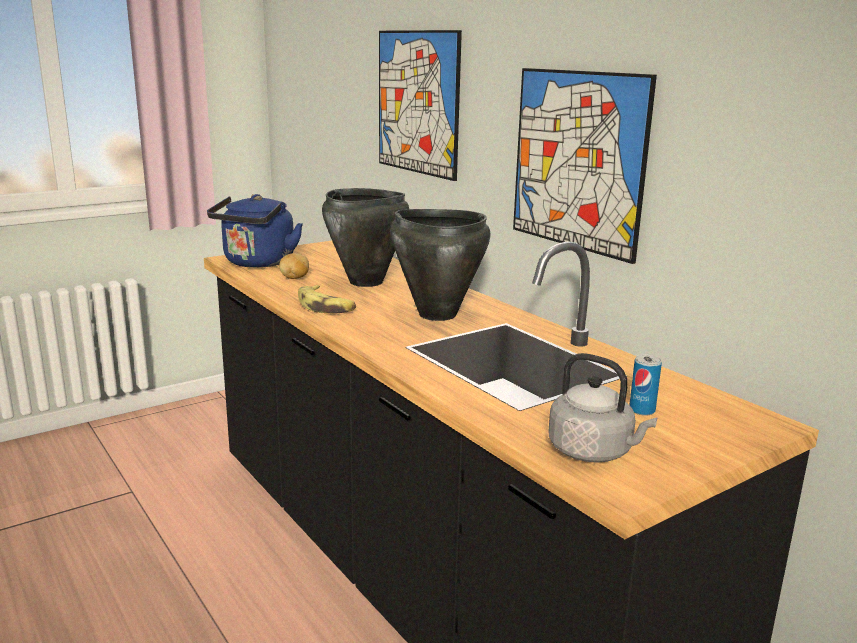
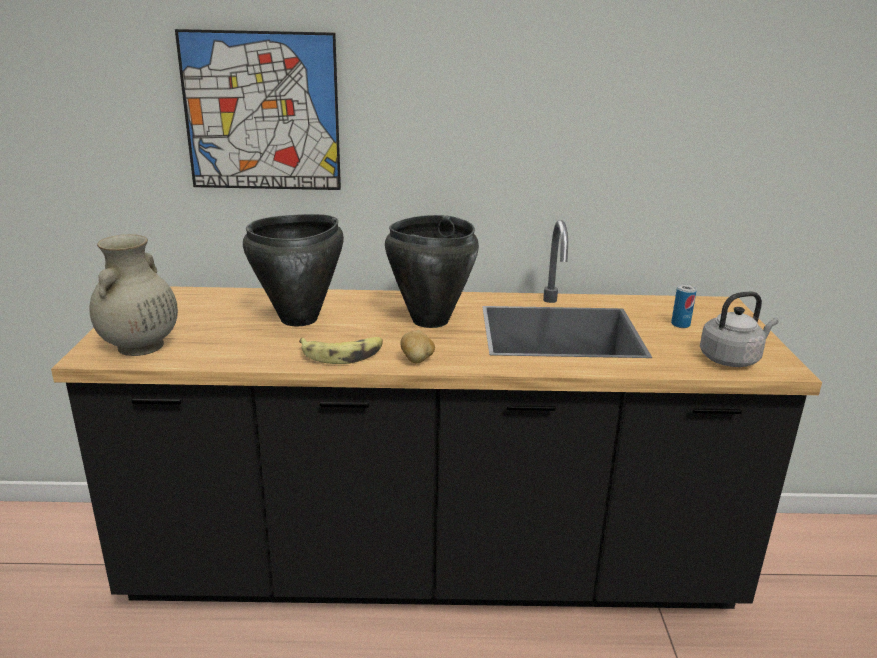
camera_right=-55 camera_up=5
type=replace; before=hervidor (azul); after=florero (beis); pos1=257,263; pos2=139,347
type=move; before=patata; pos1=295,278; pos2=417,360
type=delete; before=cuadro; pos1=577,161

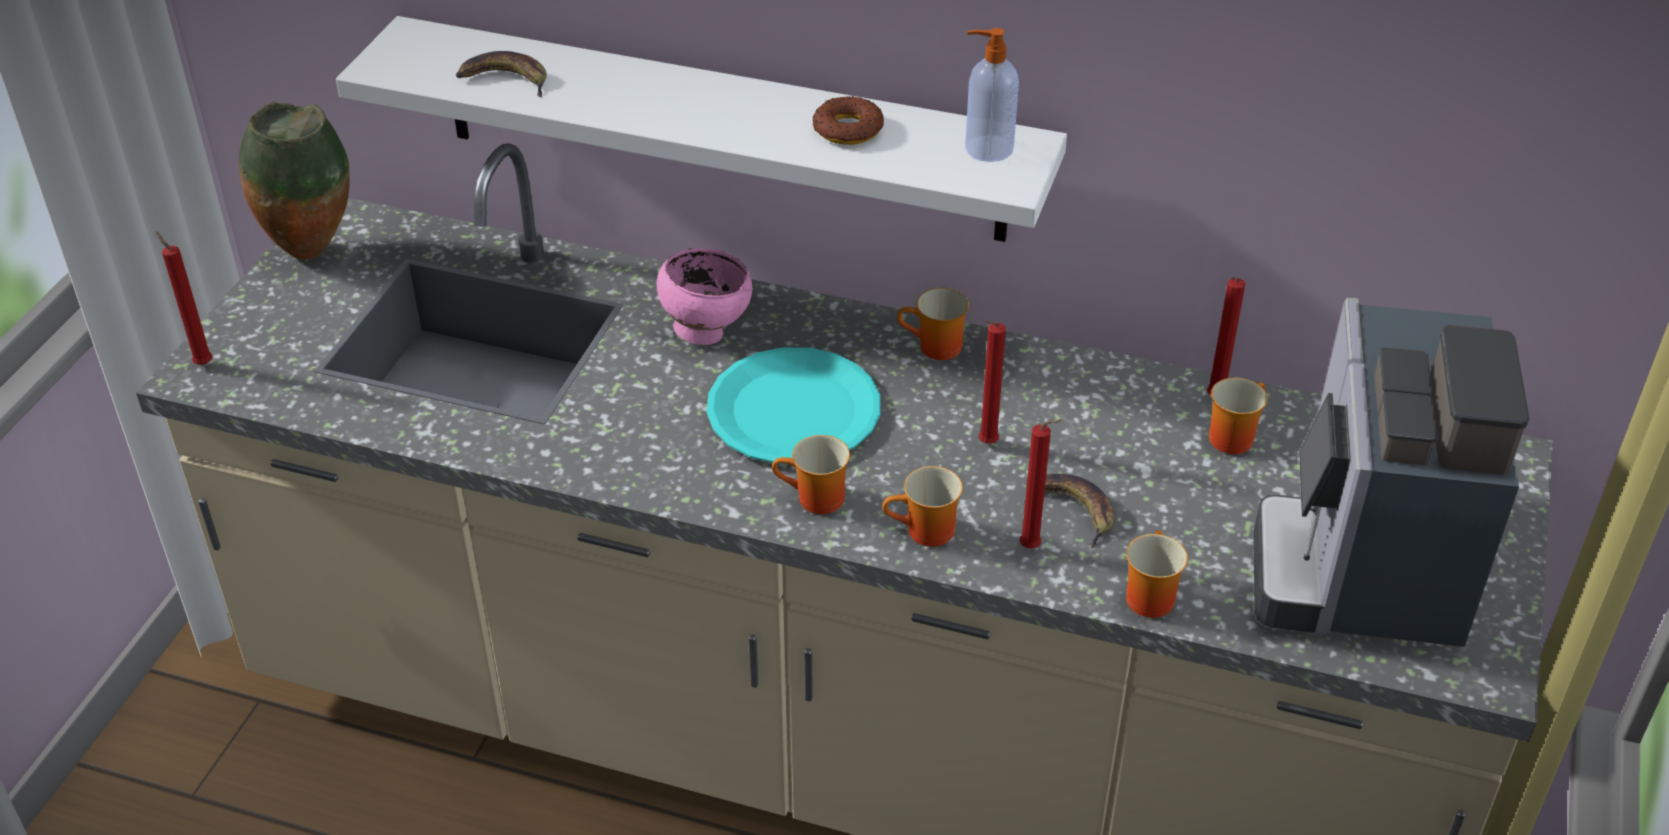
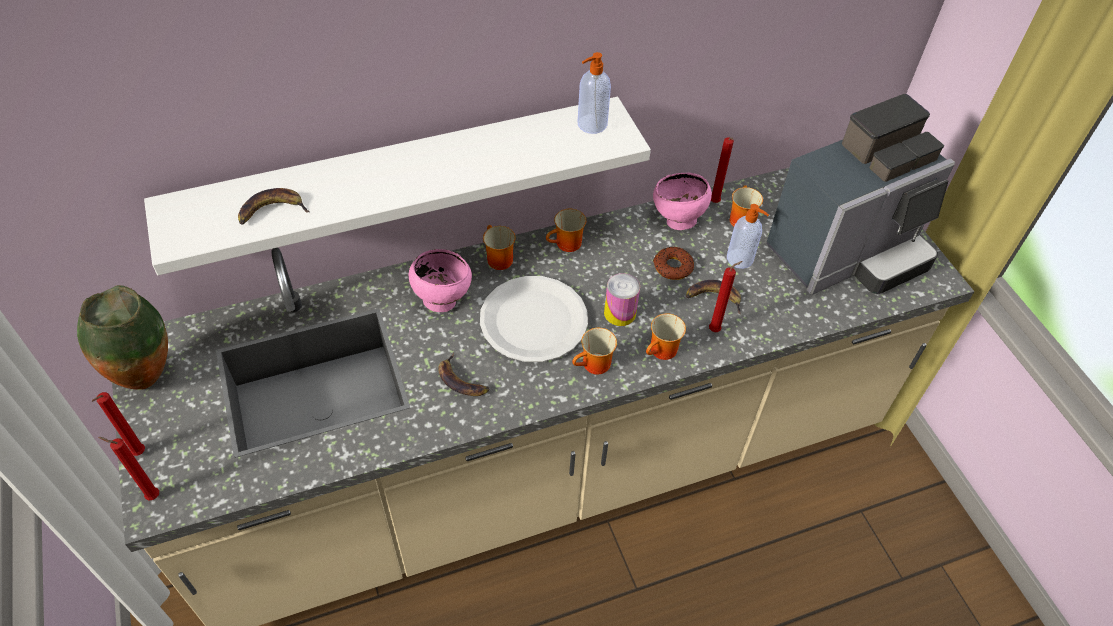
camera_right=-40 camera_up=10
type=move; before=vela (rojo); pos1=985,444; pos2=138,454
type=insert; after=plátano; pos2=462,380
type=recolor; before=plato (turquesa); after=plato (blanco); pos1=794,410; pos2=533,320
type=move; before=taza grande; pos1=1146,595; pos2=496,259
type=insert; after=lata; pos2=619,313
type=insert; after=cuenco (rosa); pos2=677,221
type=move; before=rosquilla; pos1=847,129; pos2=672,267
type=insert; after=dispensador de jabón; pos2=740,259
type=rotate; before=cafetera; pos1=1362,562; pos2=848,253; turn=-90

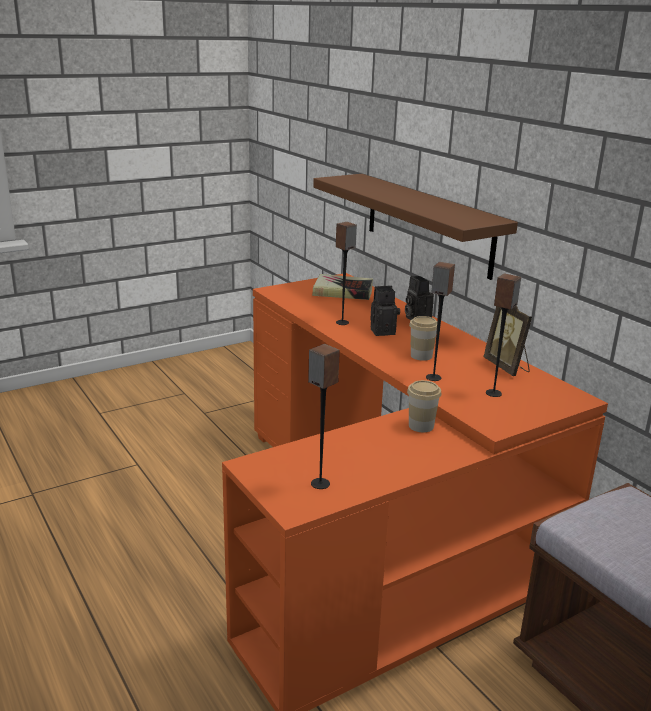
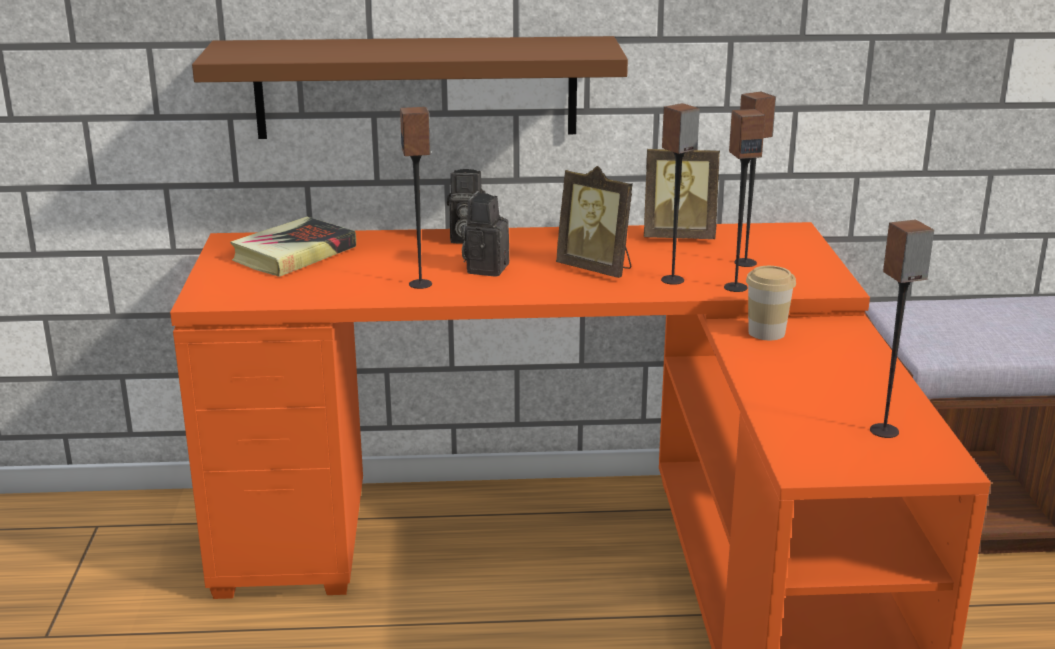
camera_right=-60 camera_up=0
type=replace; before=taza; after=portarretratos; pos1=421,356; pos2=597,269
type=insert; after=altavoz; pos2=735,287

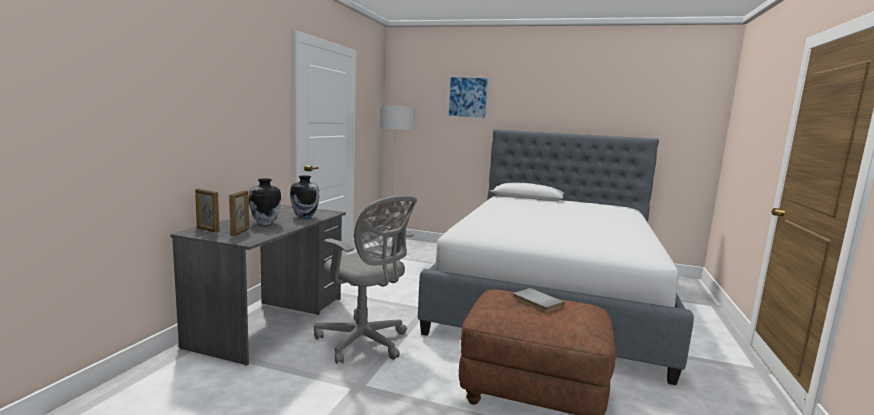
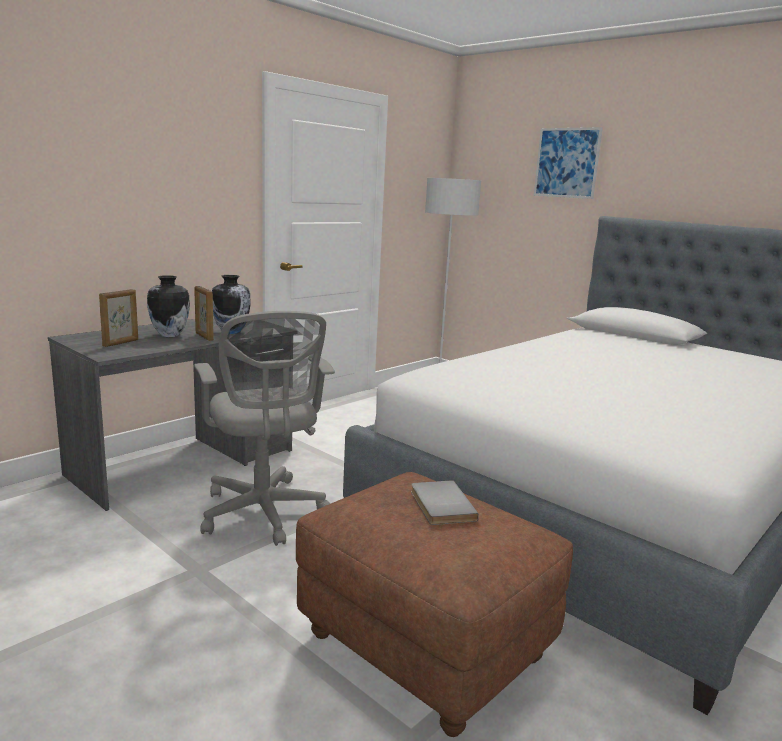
camera_right=25 camera_up=5
type=move; before=portarretratos; pos1=207,230; pos2=204,337

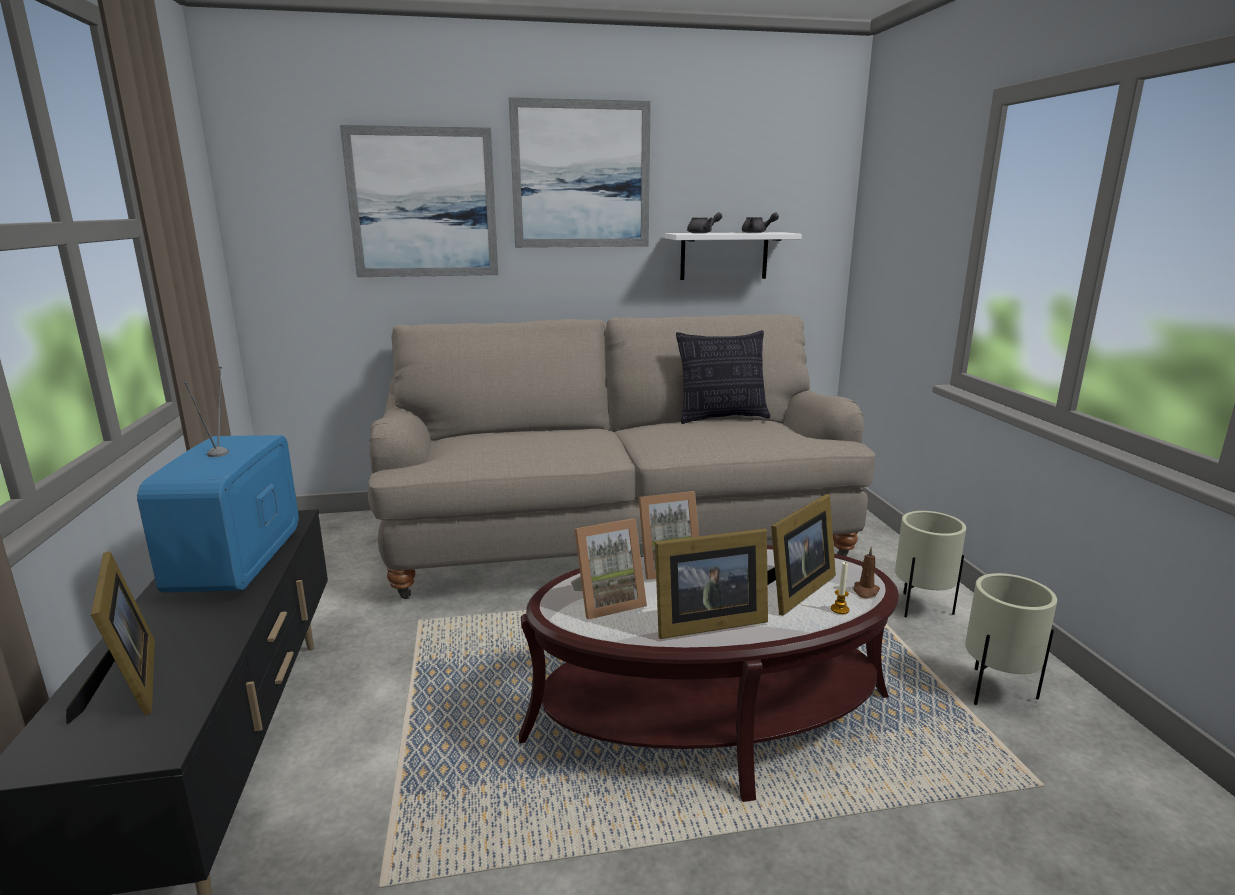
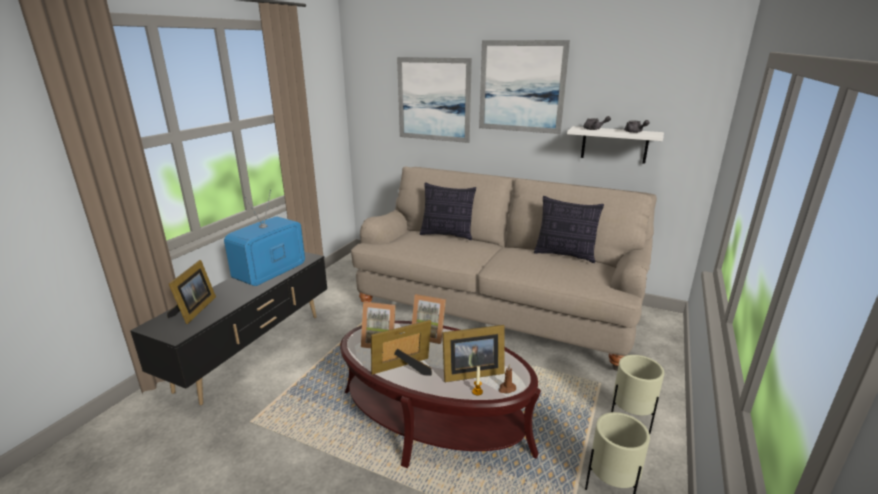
camera_right=35 camera_up=5
type=rotate; before=portarretratos; pos1=704,622; pos2=405,369; turn=135
type=insert; after=cojín; pos2=447,235

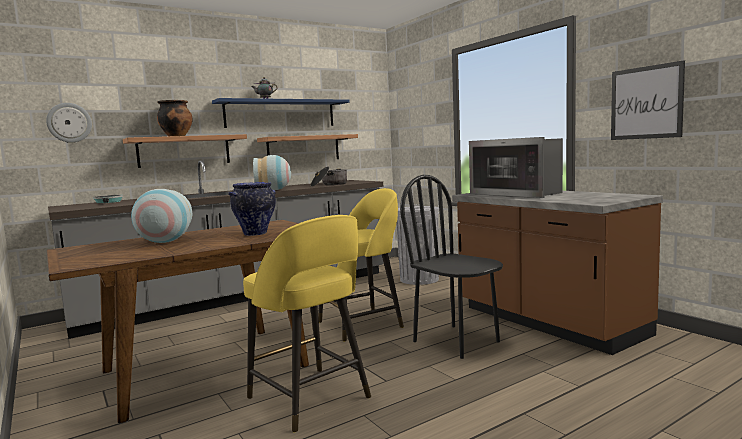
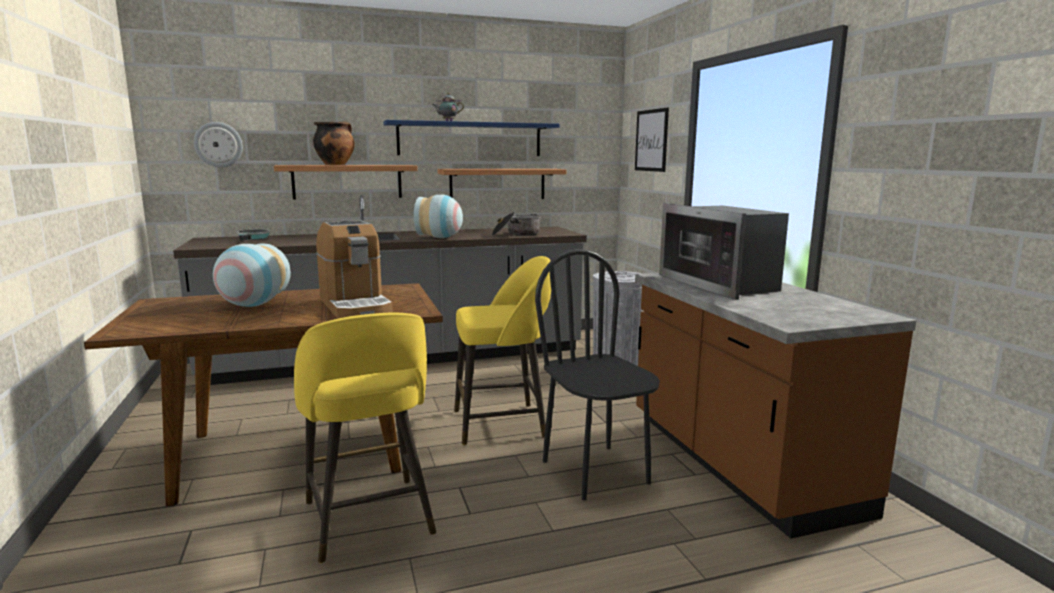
camera_right=15 camera_up=5
type=replace; before=florero; after=cafetera; pos1=256,234; pos2=355,306
type=move; before=cuadro; pos1=646,102; pos2=651,140

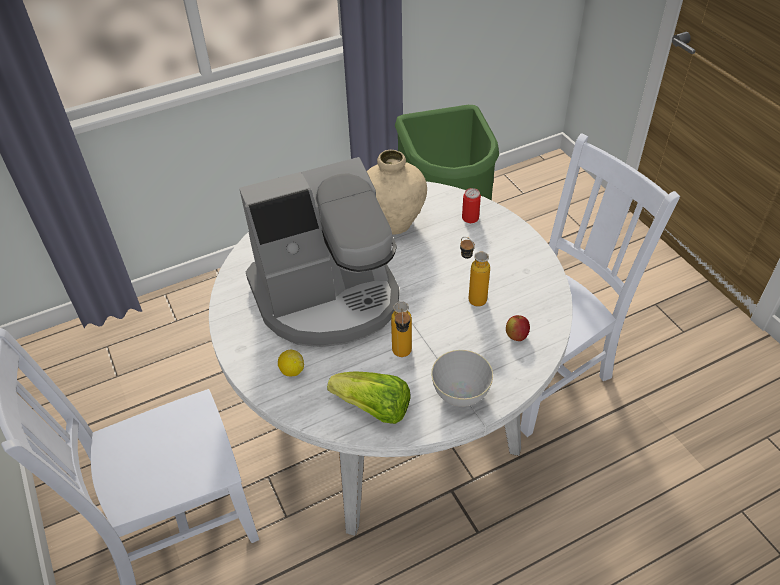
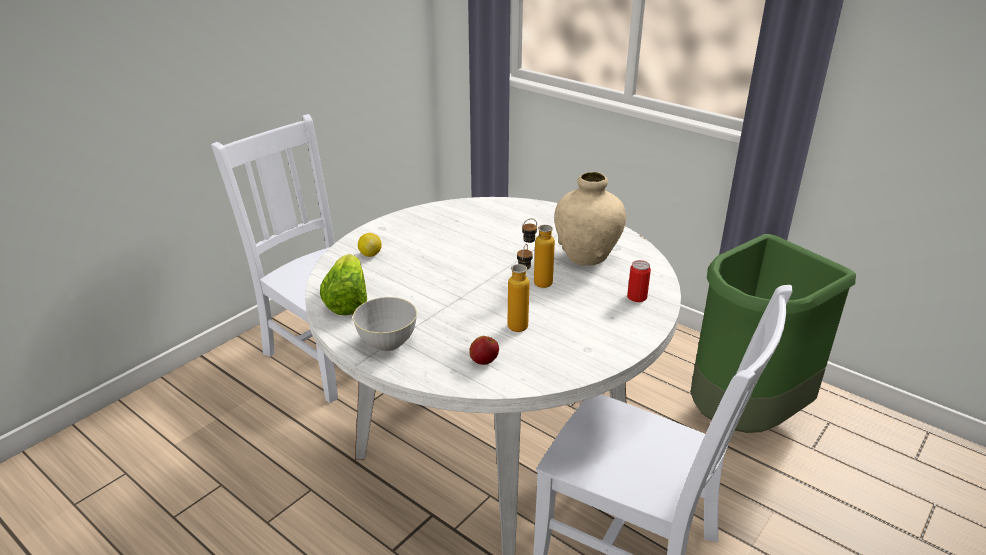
camera_right=65 camera_up=-15
type=move; before=botella; pos1=402,357; pos2=536,285
type=delete; before=cafetera; pos1=328,297

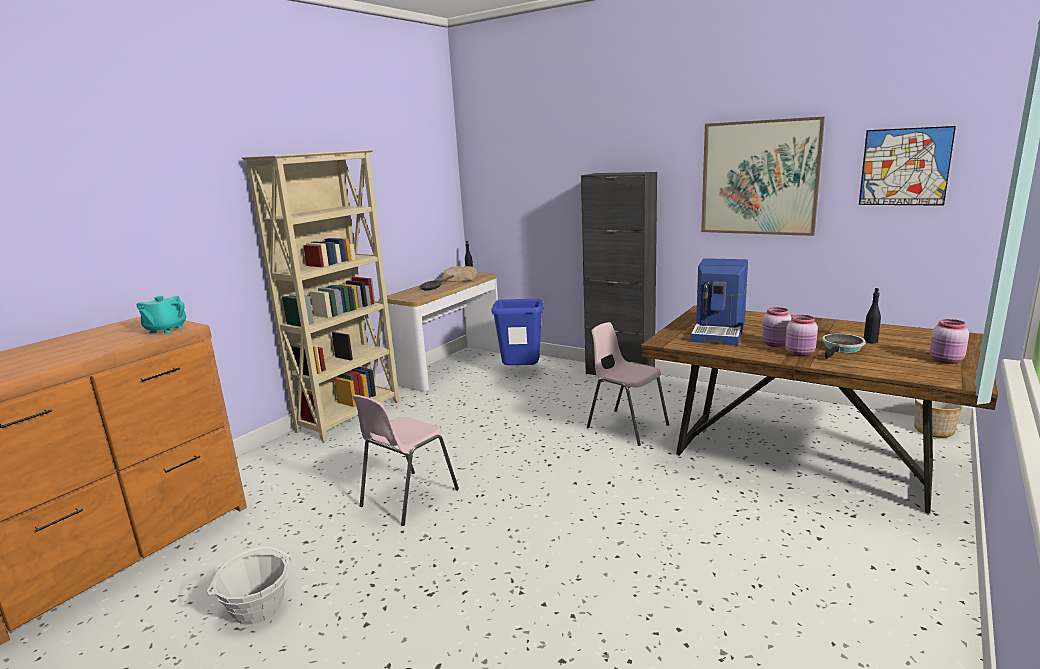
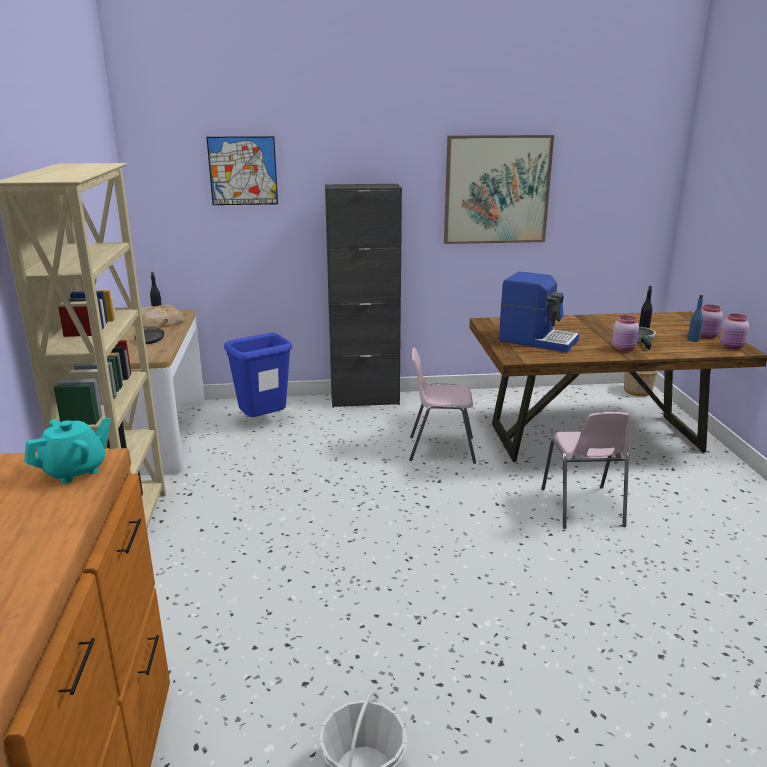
camera_right=-40 camera_up=5
type=rotate; before=tetera (turquesa); pos1=166,329; pos2=75,471; turn=-105
type=move; before=cuadro; pos1=904,167; pos2=243,171
type=rotate; before=cafetera; pos1=719,332; pos2=537,340; turn=-45
type=move; before=silla (rosa); pos1=408,498; pos2=582,508
type=insert; after=botella (azul); pos2=693,340
type=move; before=tarro (rosa); pos1=775,344; pos2=732,346

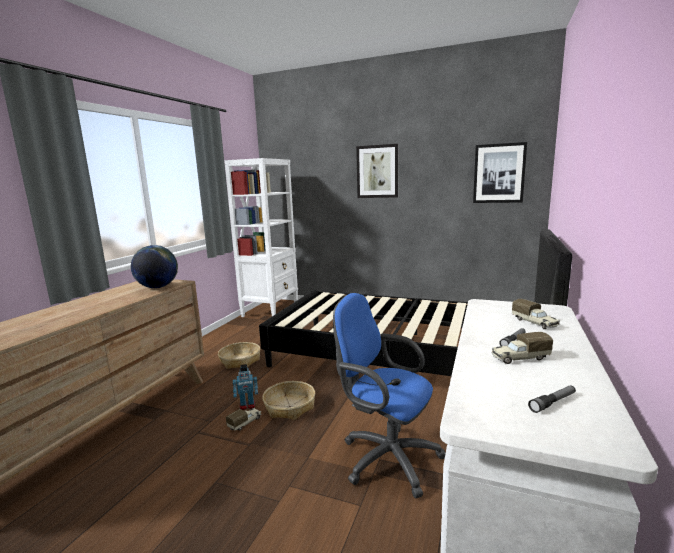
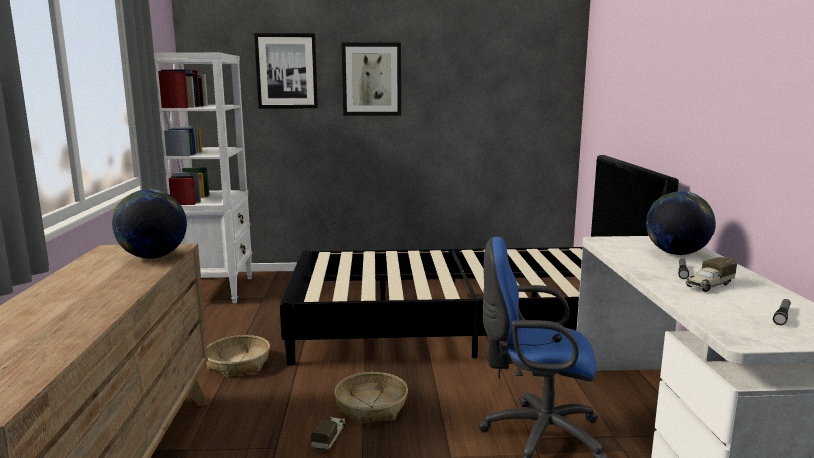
camera_right=-25 camera_up=0
type=move; before=cuadro; pos1=499,173; pos2=286,71
type=replace; before=camión de juguete; after=globo terráqueo; pos1=535,323; pos2=676,254
type=delete; before=robot de juguete; pos1=247,406

